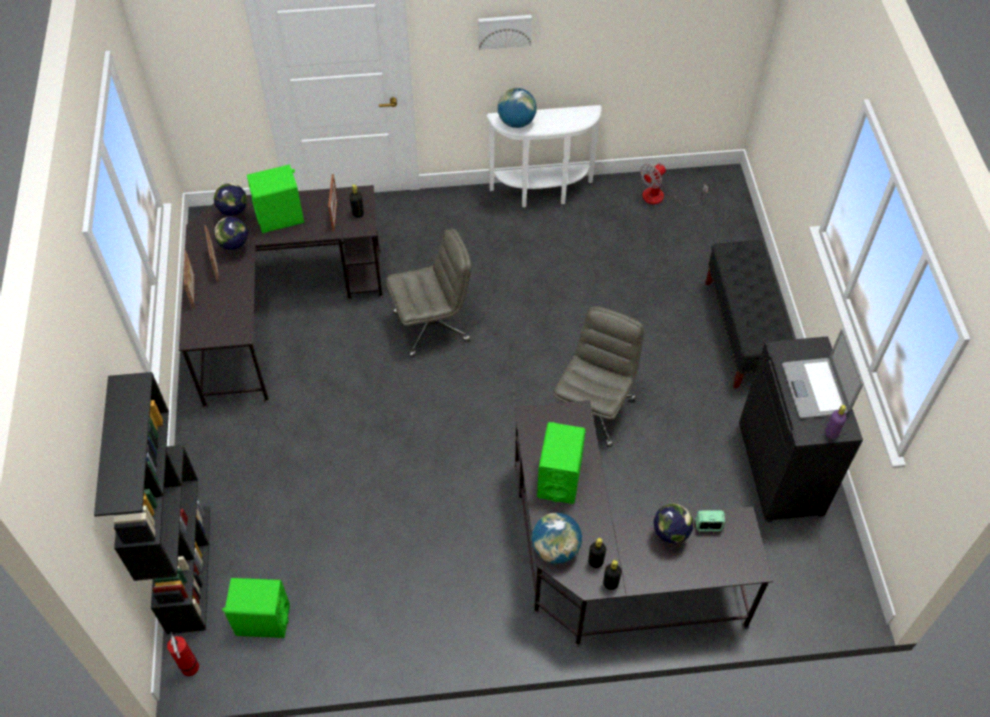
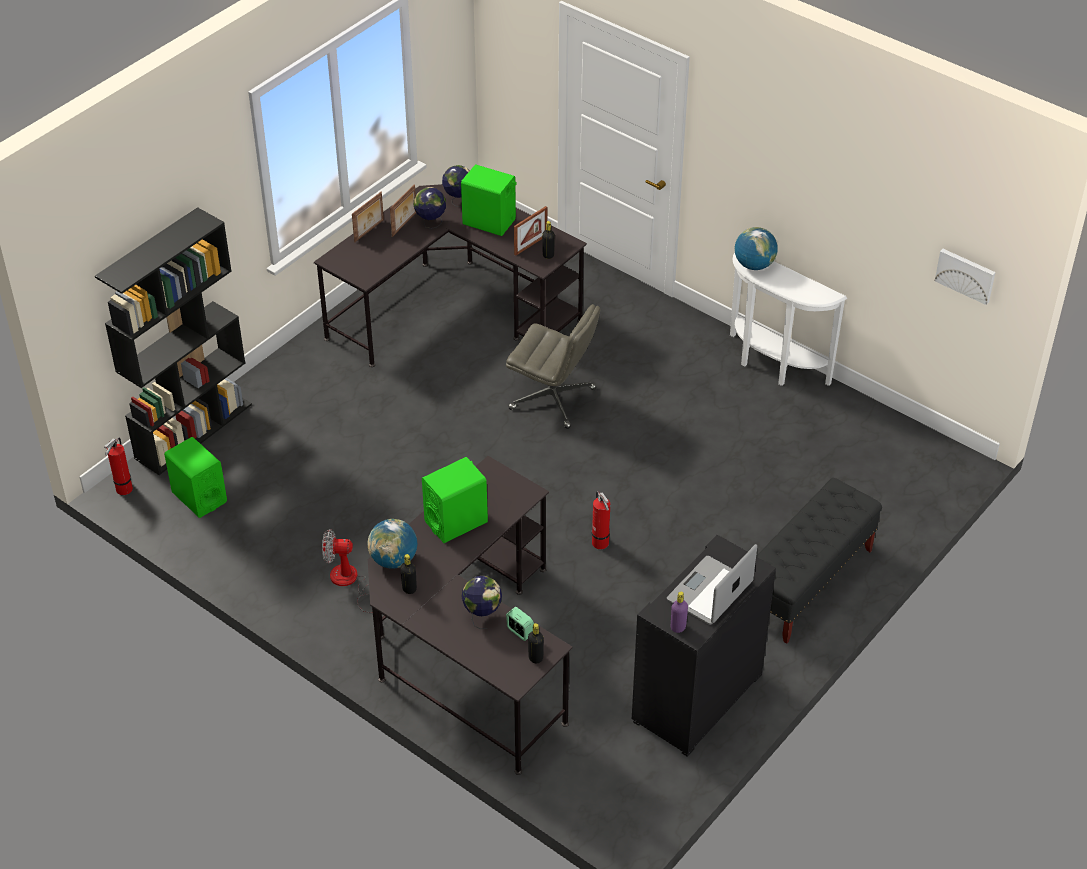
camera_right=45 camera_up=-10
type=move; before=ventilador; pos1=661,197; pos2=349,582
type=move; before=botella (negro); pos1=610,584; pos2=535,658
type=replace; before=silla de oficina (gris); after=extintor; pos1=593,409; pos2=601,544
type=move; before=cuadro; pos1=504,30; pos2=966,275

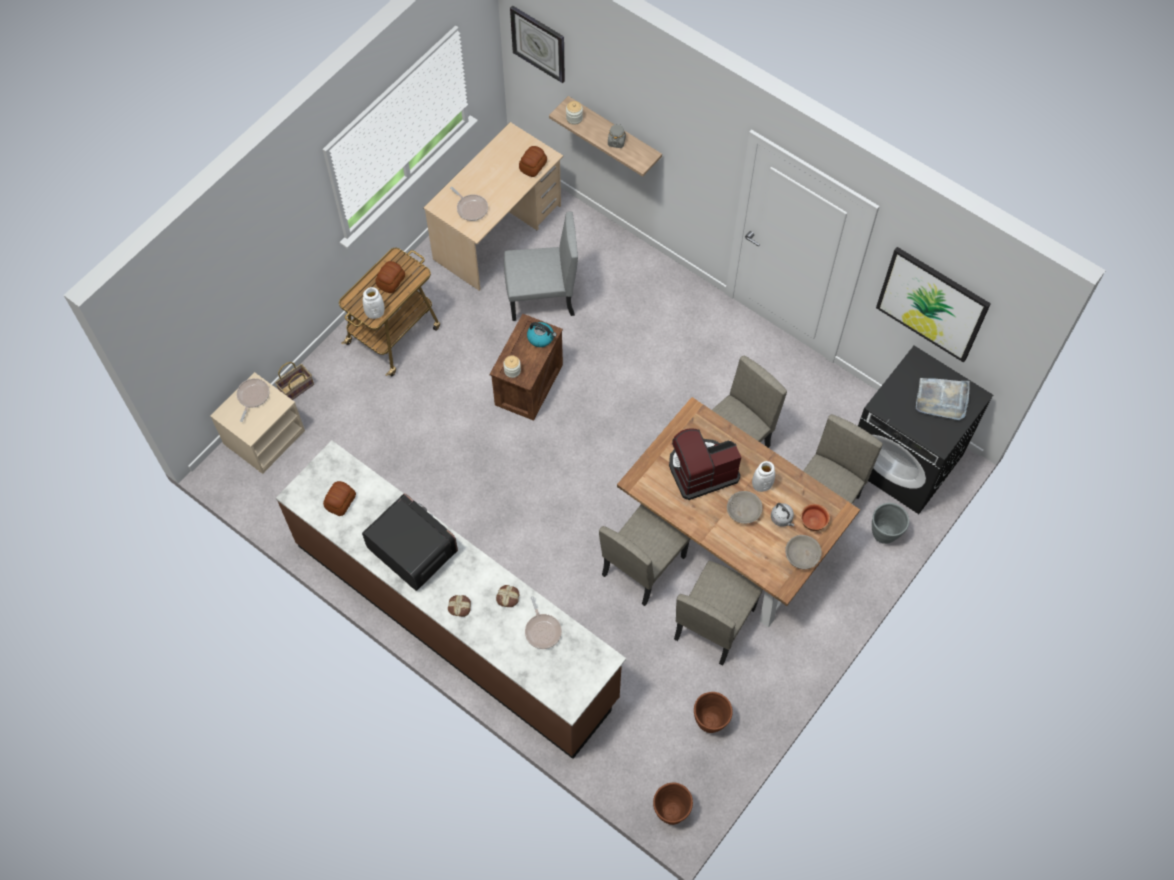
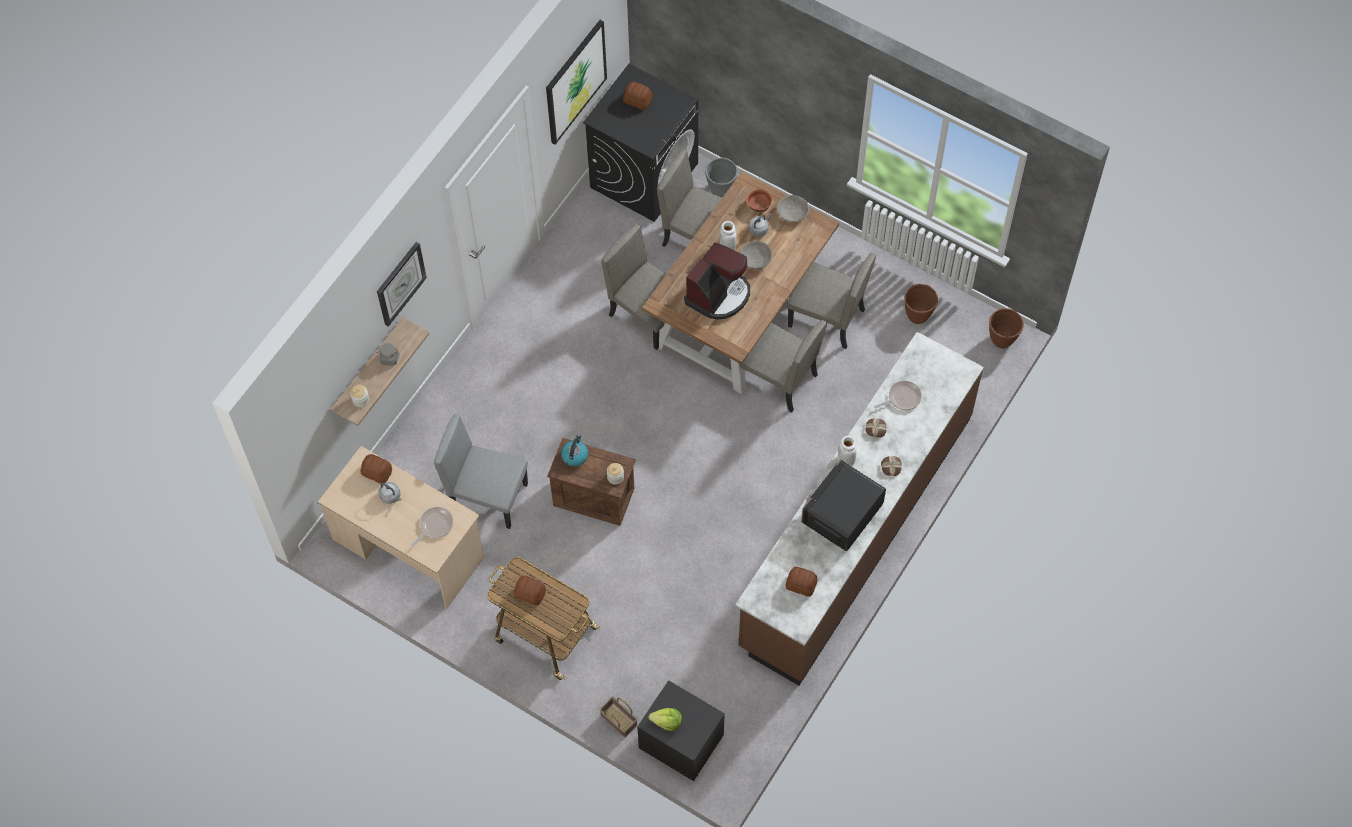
camera_right=-95 camera_up=0
type=move; before=reloj de pared; pos1=539,43; pos2=400,283
type=insert; after=hervidor (gris); pos2=391,496
type=rotate; before=silla (gris); pos1=541,298; pos2=488,496; turn=-60
type=replace; before=bandeja (gris); after=pan; pos1=942,399; pos2=637,100
type=recolor; before=mesita de noche (beis); after=mesita de noche (negro); pos1=264,437; pos2=680,742
type=replace; before=sartén; after=lechuga; pos1=252,397; pos2=667,722
type=rotate; before=cafetera; pos1=701,470; pos2=718,294; turn=-120
type=move; before=florero (blanco); pos1=375,313; pos2=846,459

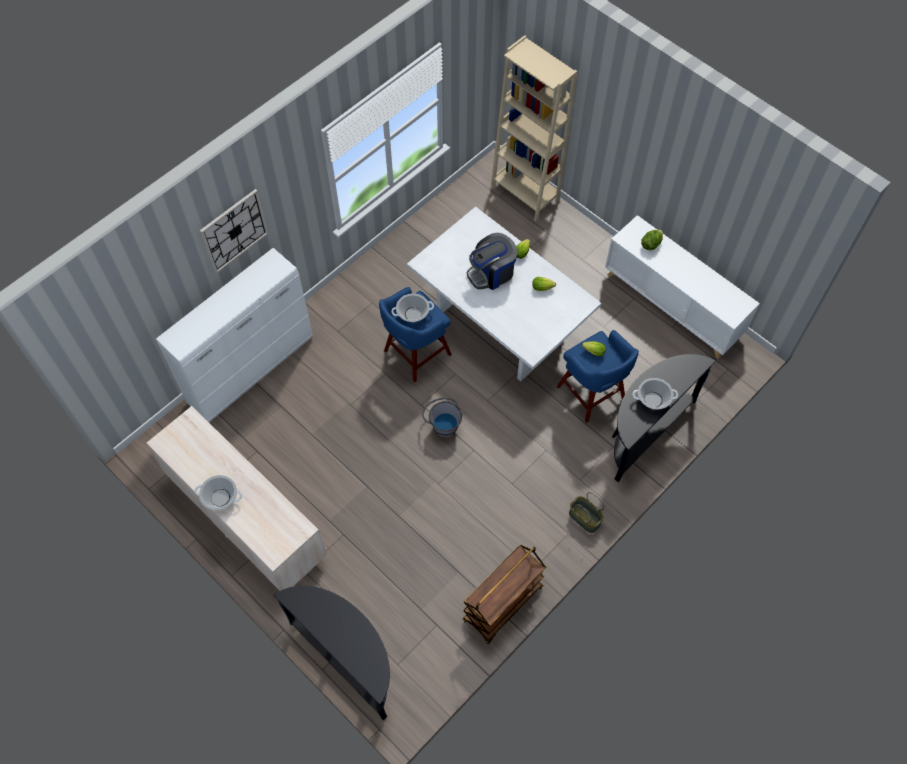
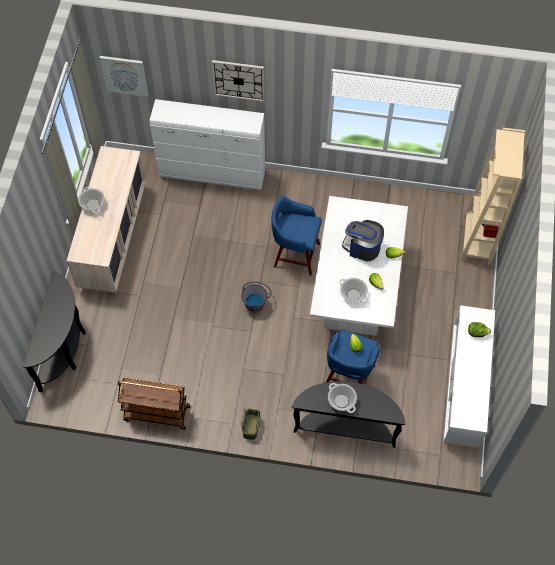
camera_right=55 camera_up=0
type=insert; after=cuadro; pos2=124,75
type=move; before=olla; pos1=413,314; pos2=353,295

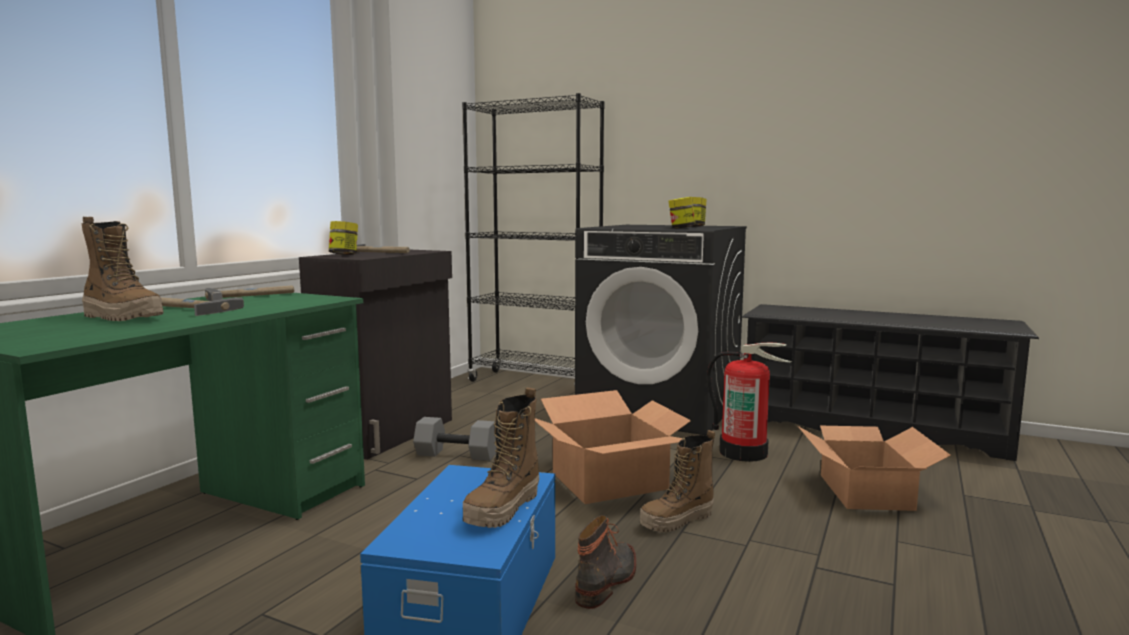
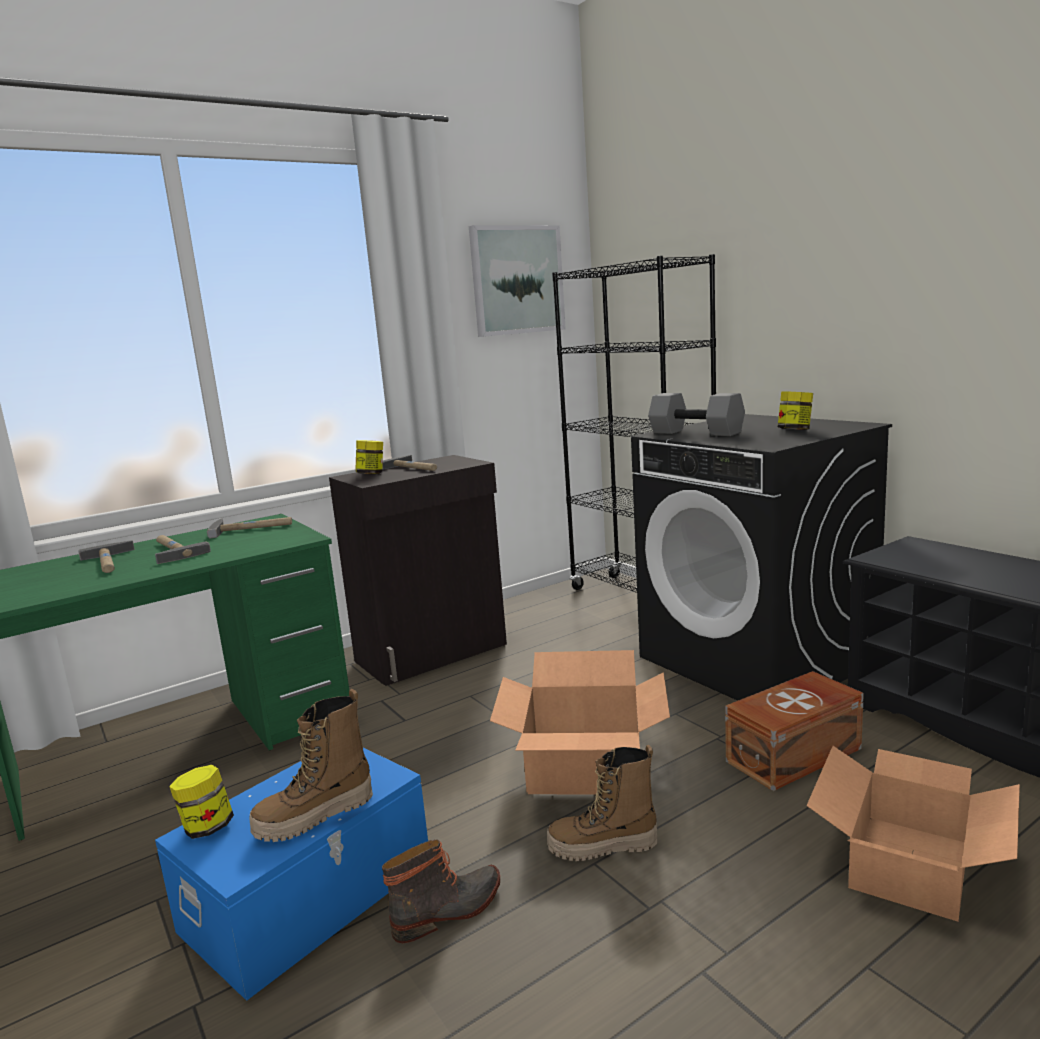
camera_right=30 camera_up=5
type=replace; before=bota; after=martillo; pos1=123,318; pos2=109,562
type=move; before=tarro; pos1=681,228; pos2=207,827
type=insert; after=cuadro; pos2=517,280
type=move; before=mancuerna (gris); pos1=458,454; pos2=697,432
type=replace; before=extintor; after=caja de almacenaje (marrón); pos1=744,452; pos2=796,755

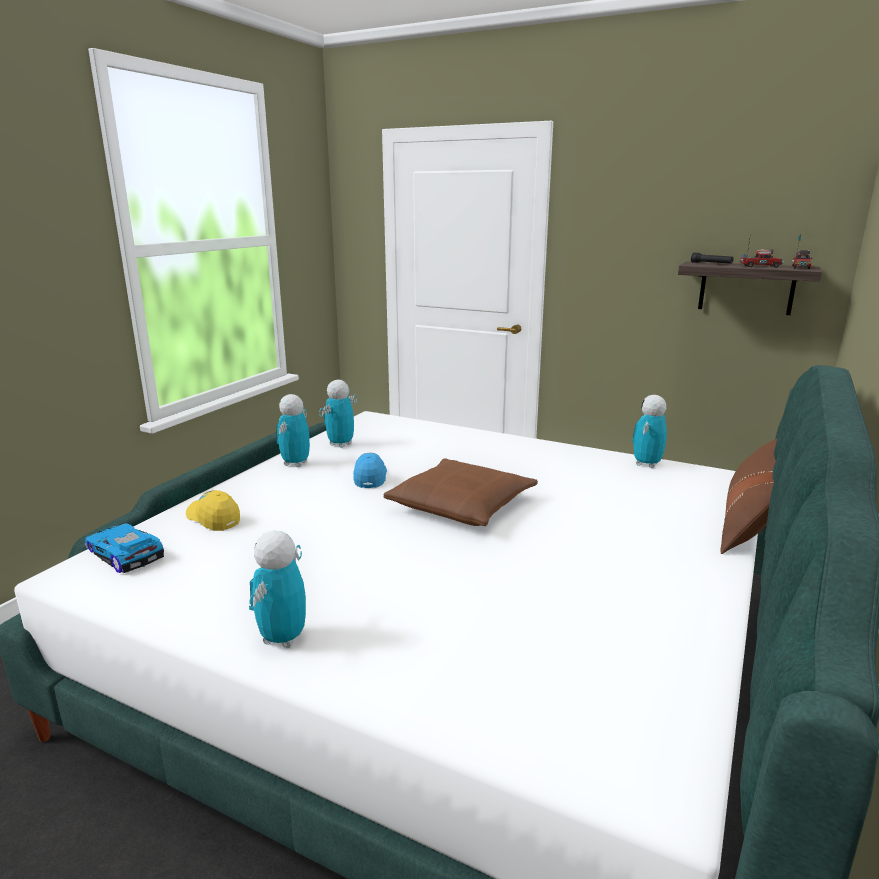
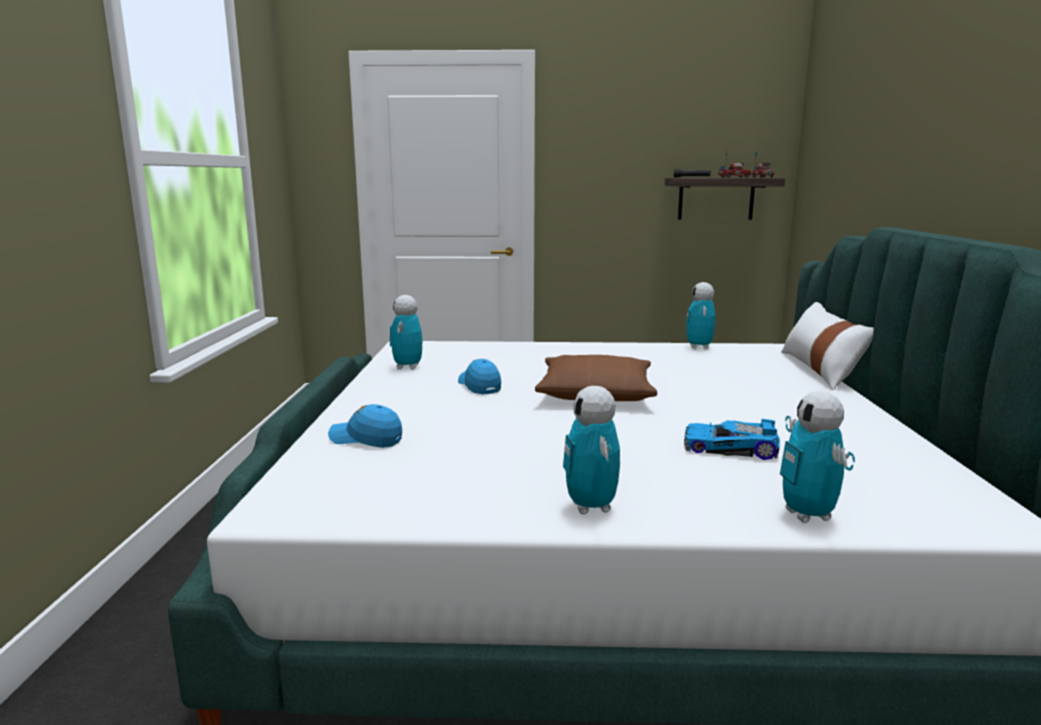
camera_right=-25 camera_up=-5
type=recolor; before=gorra (amarillo); after=gorra (azul); pos1=214,519; pos2=366,439
type=move; before=coche de juguete; pos1=124,554; pos2=730,448
type=move; before=robot de juguete; pos1=295,463; pos2=807,515
type=recolor; before=cojín (marrón); after=cojín (blanco); pos1=749,521; pos2=820,370

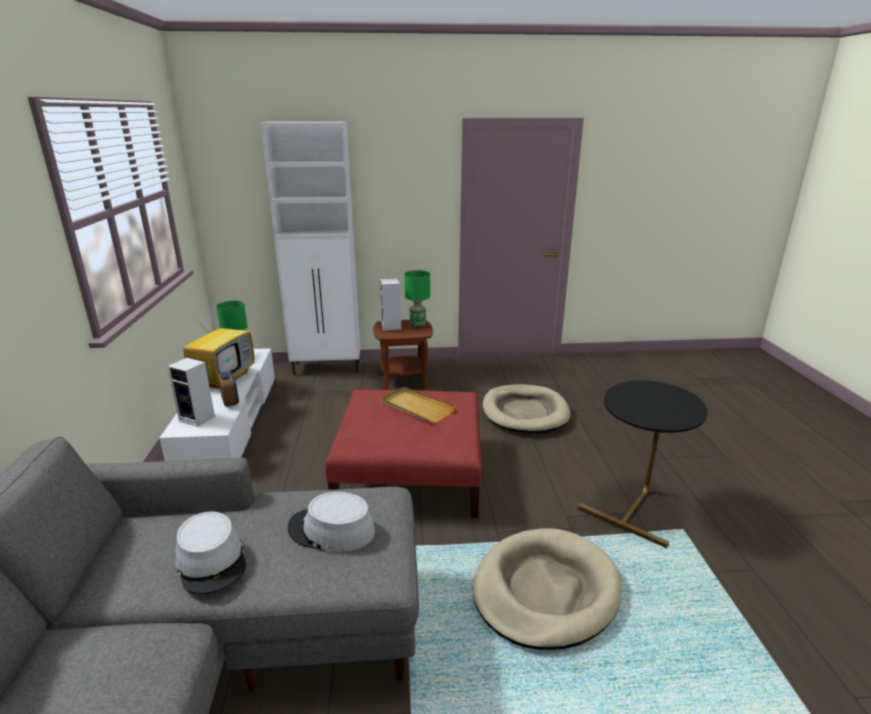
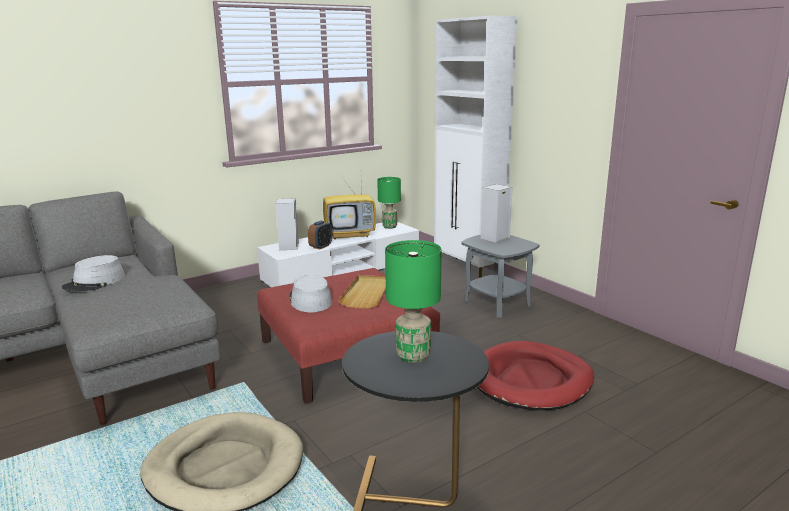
camera_right=60 camera_up=-5
type=move; before=sombrero (gris); pos1=331,530; pos2=310,300
type=move; before=lámpara de mesa (verde); pos1=418,325; pos2=413,356
type=recolor; before=mesa auxiliar (marrón); after=mesa auxiliar (gris); pos1=404,380; pos2=497,303
type=recolor; before=cama para perro (beis); after=cama para perro (rojo); pos1=524,412; pos2=530,380

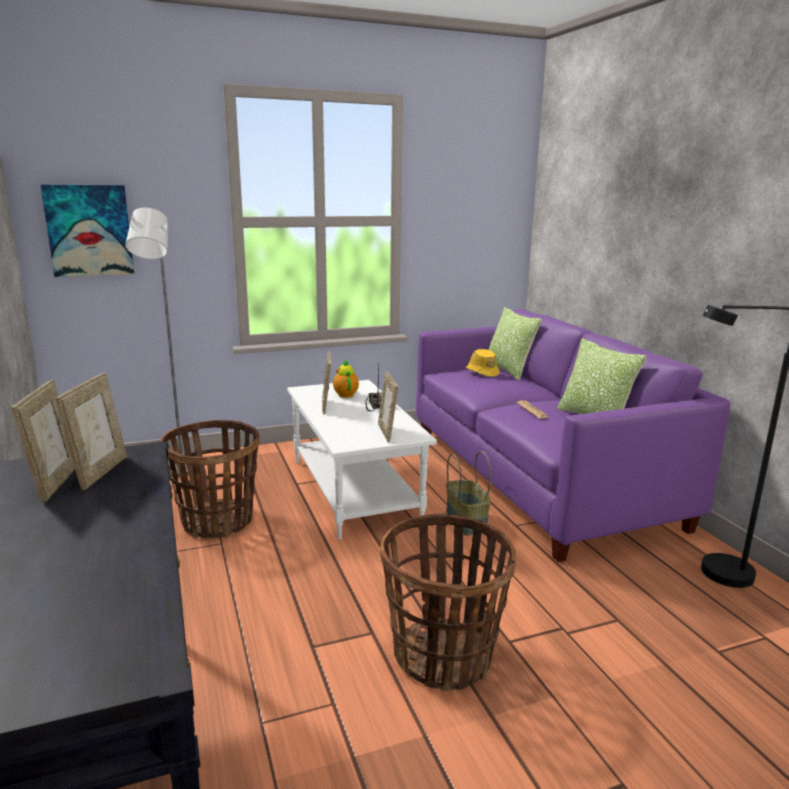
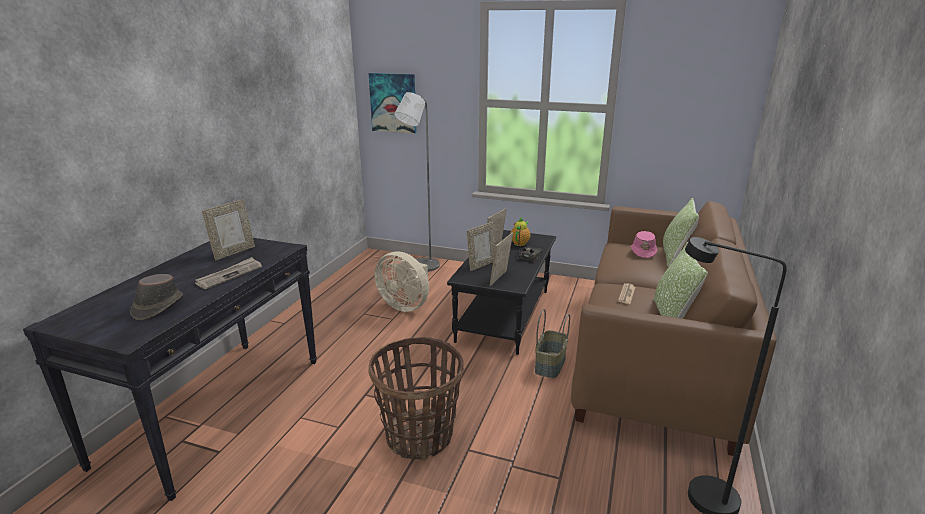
camera_right=40 camera_up=5
type=insert; after=sombrero (marrón); pos2=157,306
type=insert; after=periódico; pos2=230,275
type=replace; before=cesta; after=ventilador (beis); pos1=217,521; pos2=406,305
type=recolor; before=mesa de centro (blanco); after=mesa de centro (negro); pos1=355,490; pos2=505,316
type=move; before=portarretratos; pos1=100,472; pos2=481,265
type=recolor; before=sofá (morado); after=sofá (marrón); pos1=537,477; pos2=655,356
type=recolor; before=sombrero (amarillo); after=sombrero (rosa); pos1=482,372; pos2=643,252

